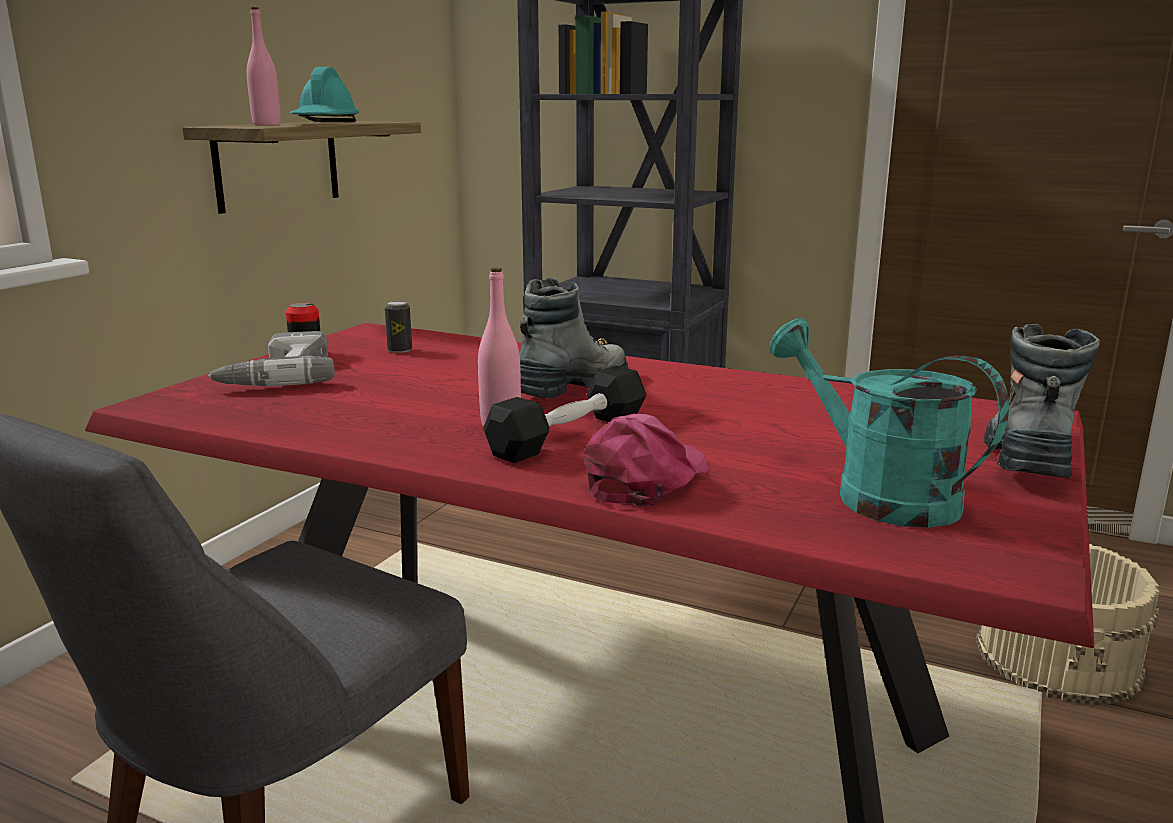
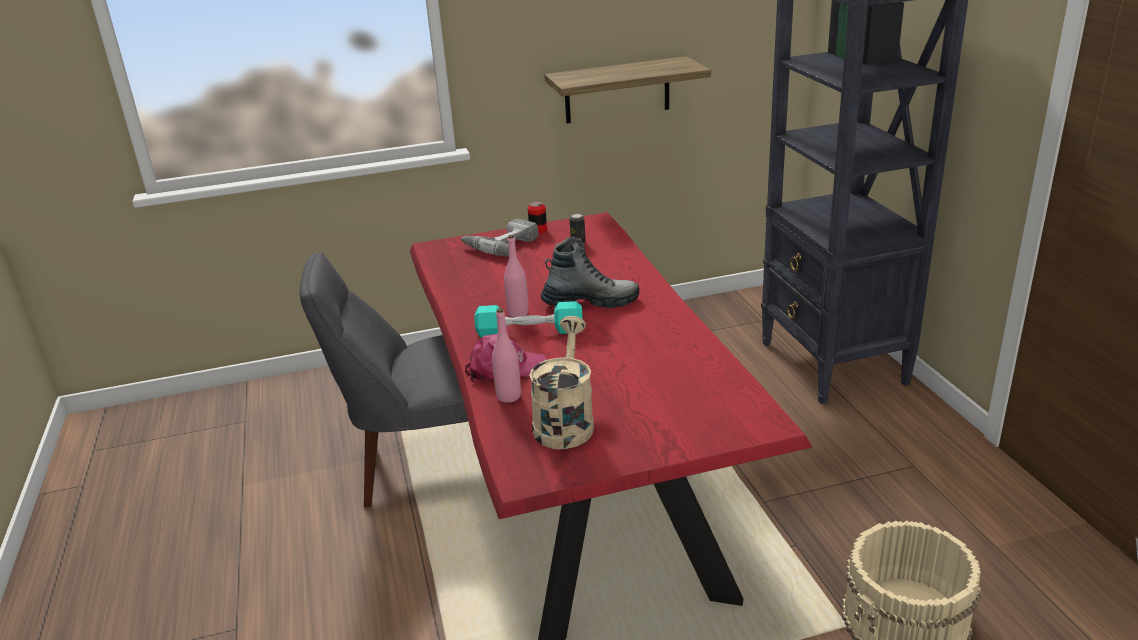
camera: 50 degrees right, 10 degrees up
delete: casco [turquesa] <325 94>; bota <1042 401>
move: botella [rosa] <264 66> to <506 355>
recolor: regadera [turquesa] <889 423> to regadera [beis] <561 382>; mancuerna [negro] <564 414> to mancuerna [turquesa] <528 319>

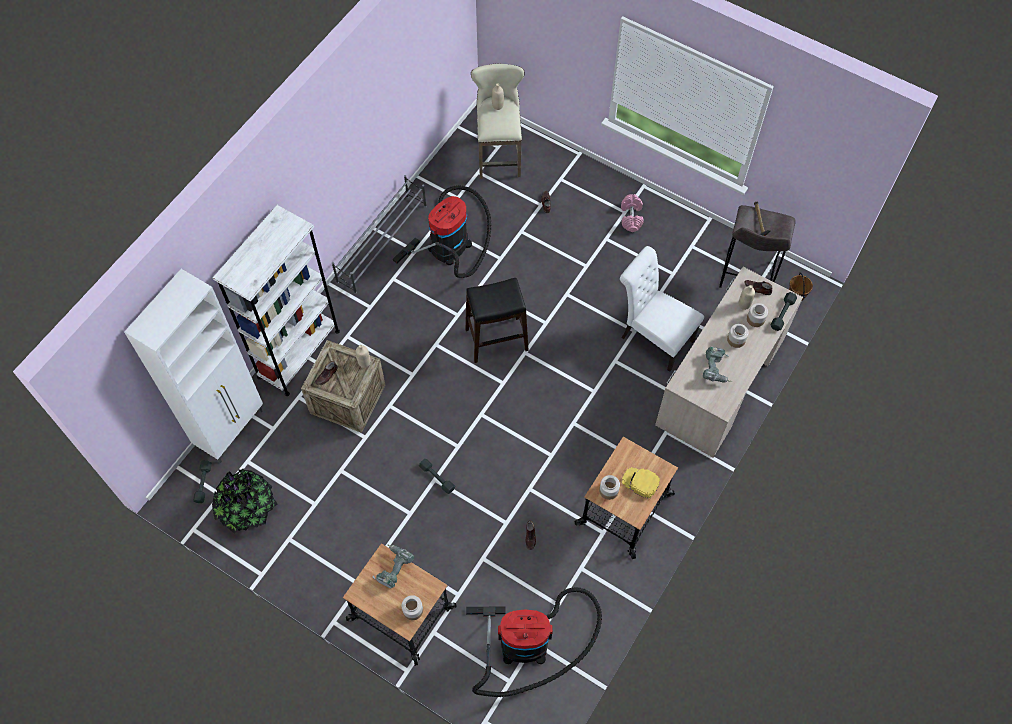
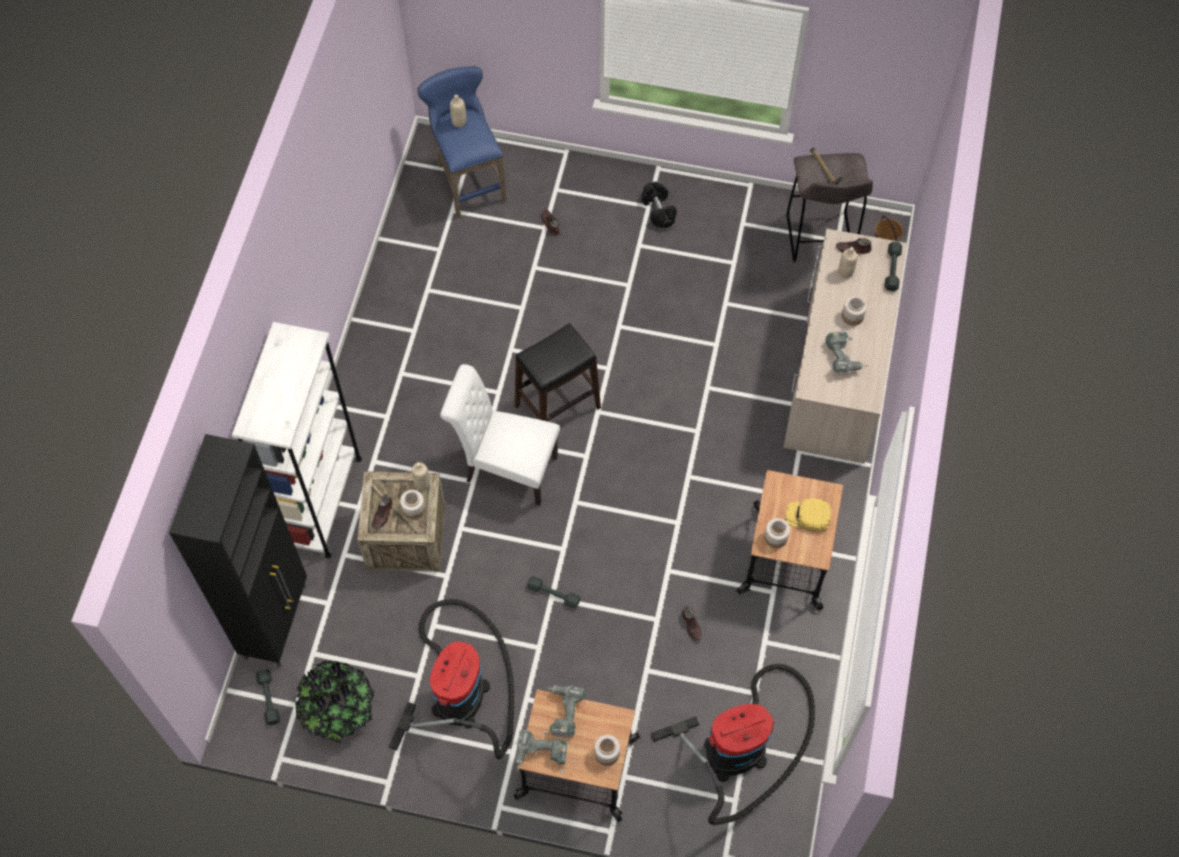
camera: 20 degrees left, 0 degrees up
delete: zapatero [gris] <379 234>
insert: taladro <541 752>
move: aspiradora <442 231> to <451 679>; silla [blanco] <662 309> to <500 435>; tarro <757 315> to <412 505>
recolor: taburete [beis] <497 121> to taburete [azul] <462 142>; mancuerna [rosa] <632 213> to mancuerna [negro] <659 204>; armario [blanco] <193 366> to armario [negro] <238 550>

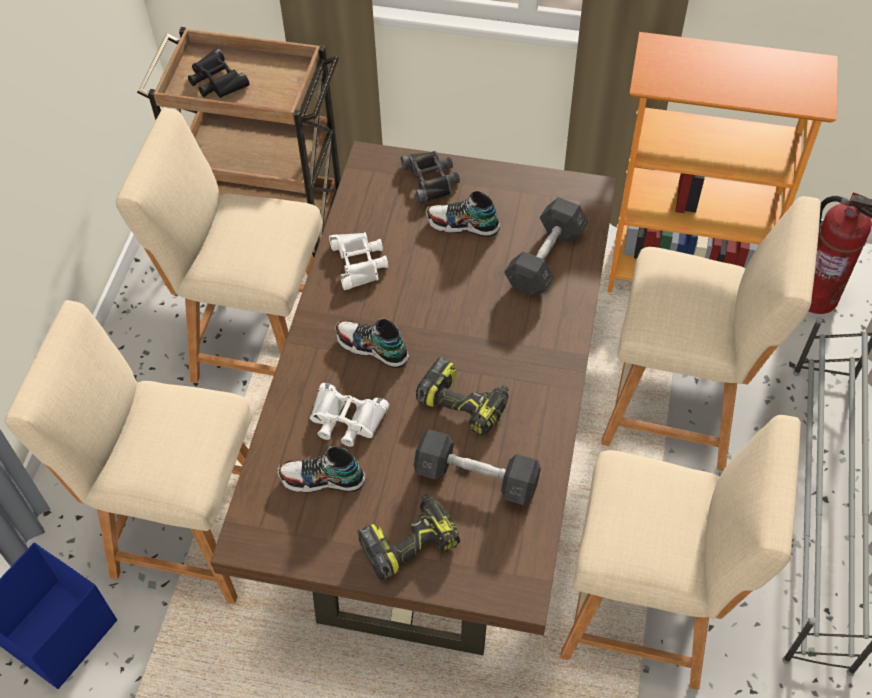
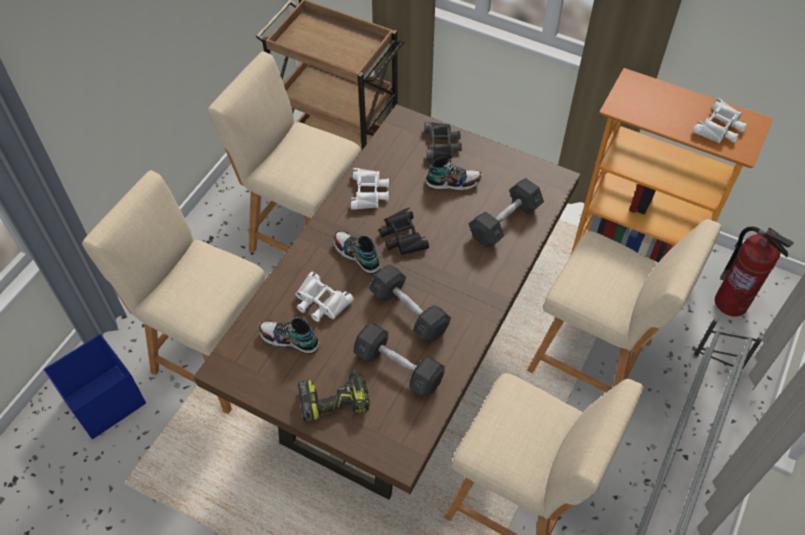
camera: 15 degrees right, 0 degrees up
insert: prismáticos [blanco] <720 121>
move: prismáticos [negro] <218 73> to <404 231>
replace: taladro <462 396> to mancuerna [gris] <410 303>
rotate: zapato <463 214> = <453 173> 150 degrees clockwise

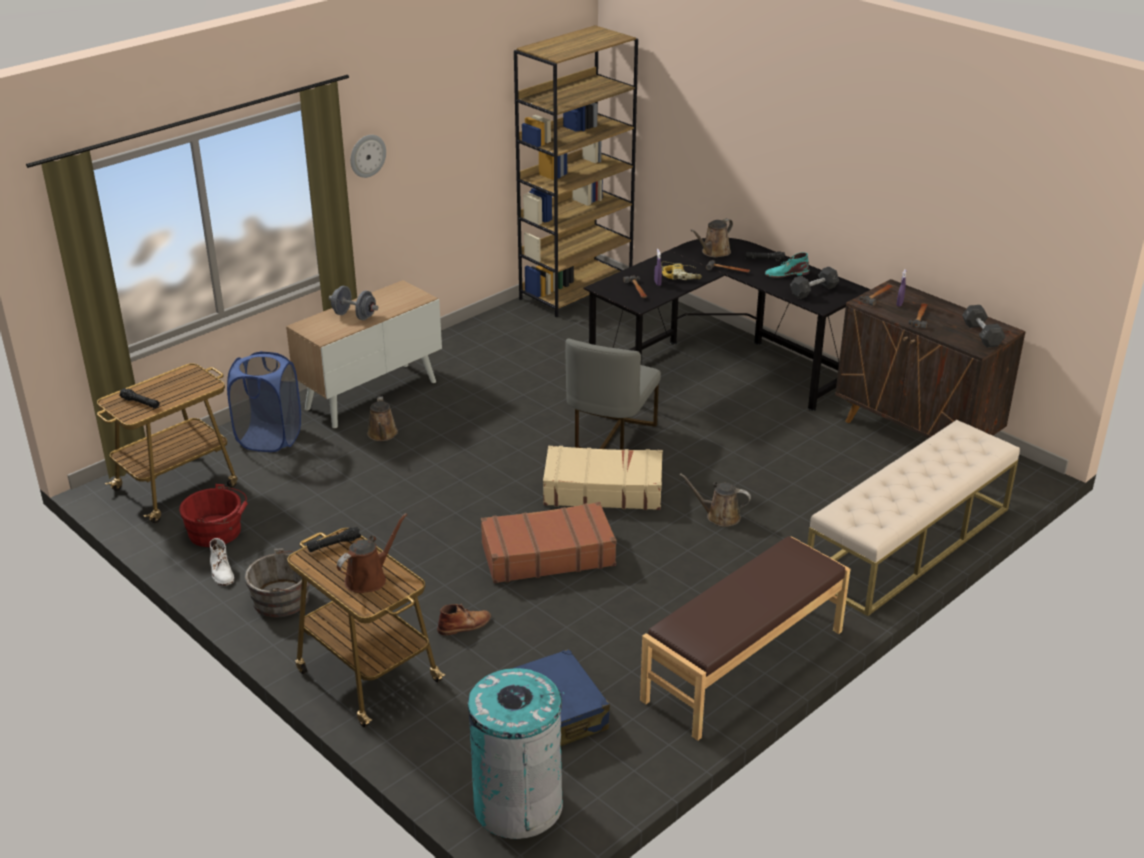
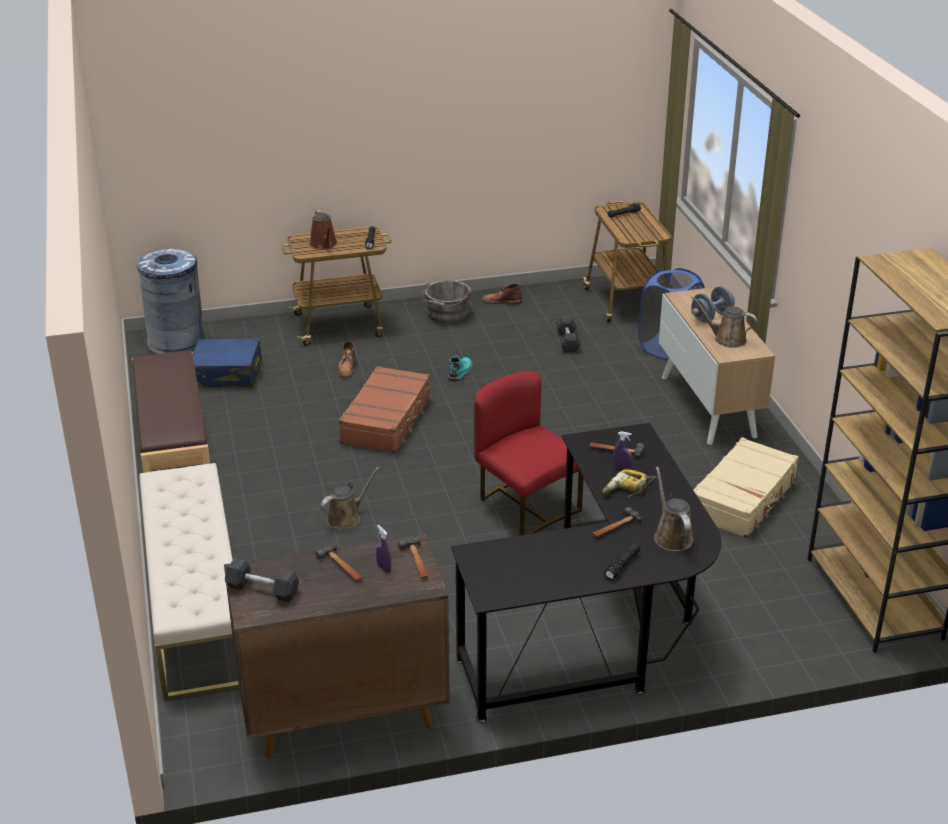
camera: 120 degrees right, 0 degrees up
delete: reloj de pared <368 156>; cubo [rojo] <213 515>
move: bota [turquesa] <787 265> to <460 368>; mancuerna [gris] <814 283> to <568 334>; regadera [marrón] <382 418> to <724 322>; maleta [beis] <603 478> to <746 487>
recolor: silla [gris] <613 394> to silla [rojo] <529 453>; bota [blanco] <222 562> to bota [marrón] <502 294>; papelera [turquesa] <516 753> to papelera [gris] <170 301>

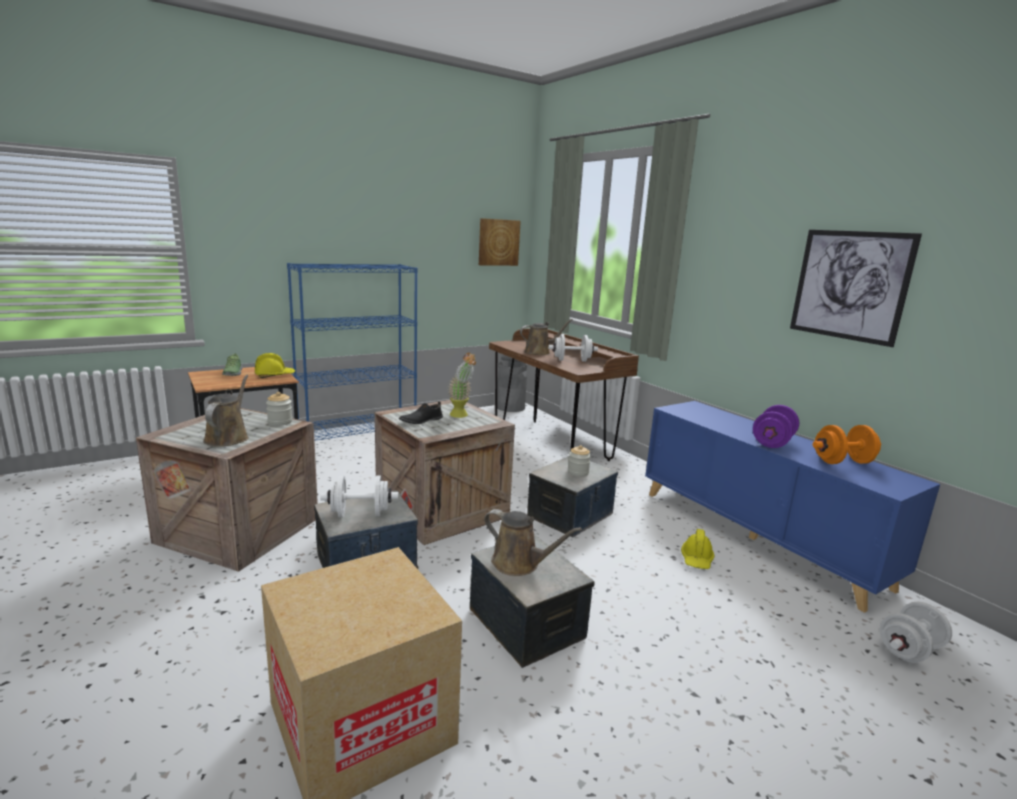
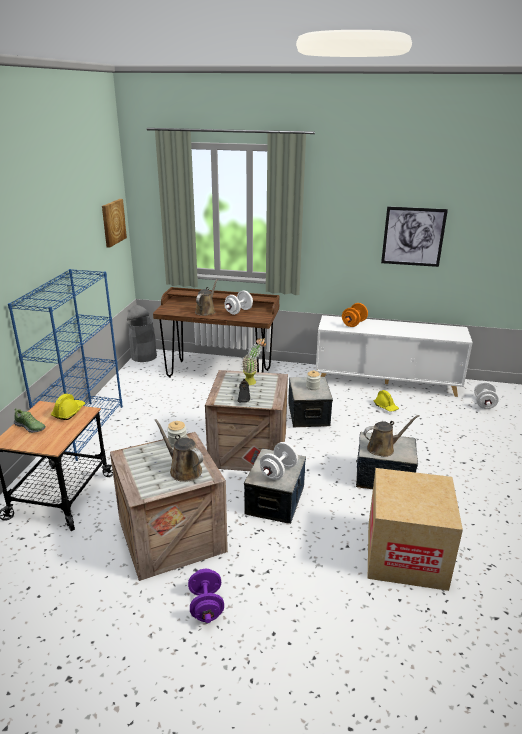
camera: 45 degrees left, 10 degrees up
move: mancuerna [morado] <776 426> to <206 596>; mancuerna [naranja] <847 444> to <355 315>
recolor: armario [azul] <792 507> to armario [blanco] <394 356>

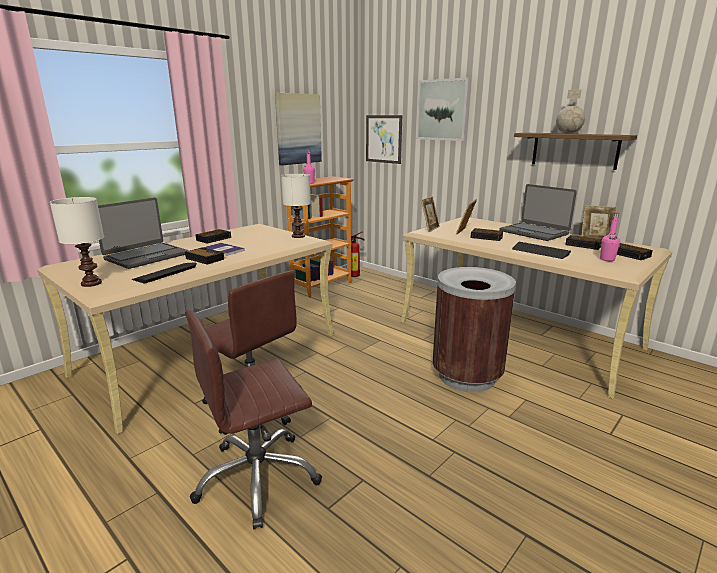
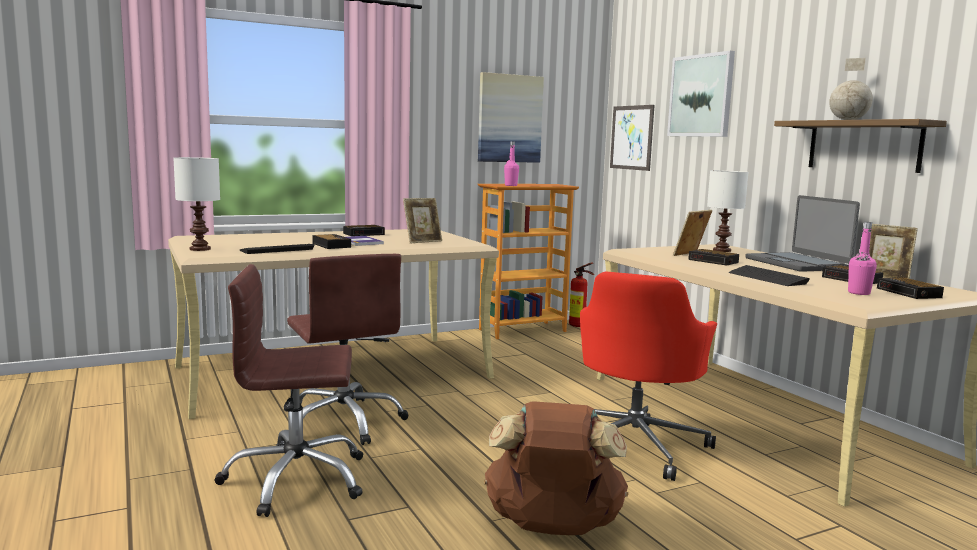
camera: 20 degrees right, 10 degrees down
delete: portátil <143 233>
insert: mochila [marrón] <556 468>
move: lámpara de mesa [blanco] <296 206> to <727 211>; portarretratos <430 214> to <422 221>
replace: papelera [marrón] <474 329> to silla de oficina [rojo] <648 376>

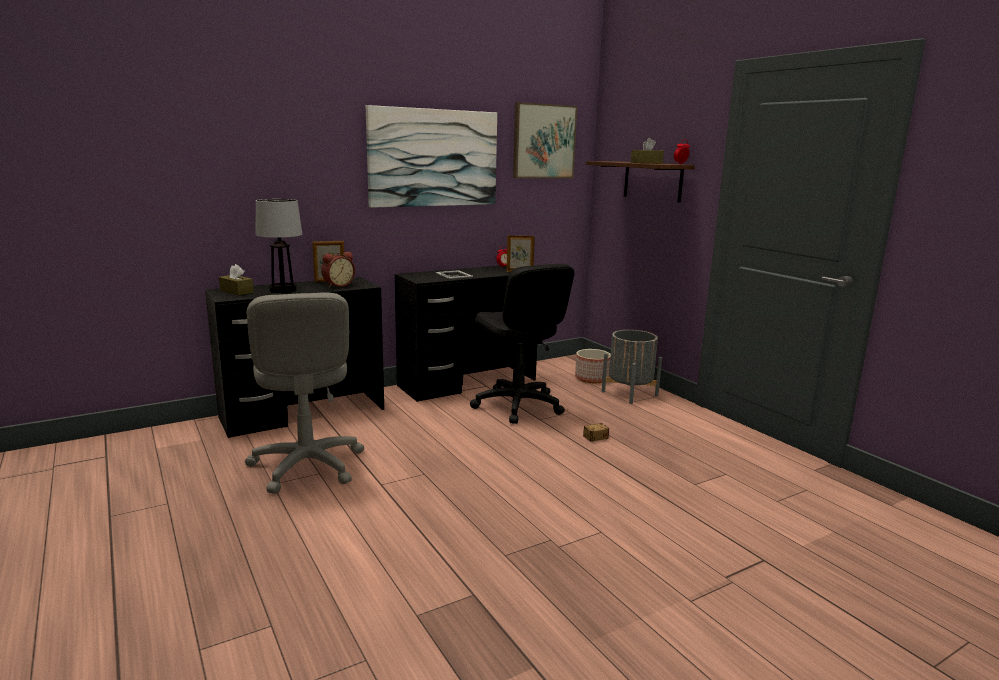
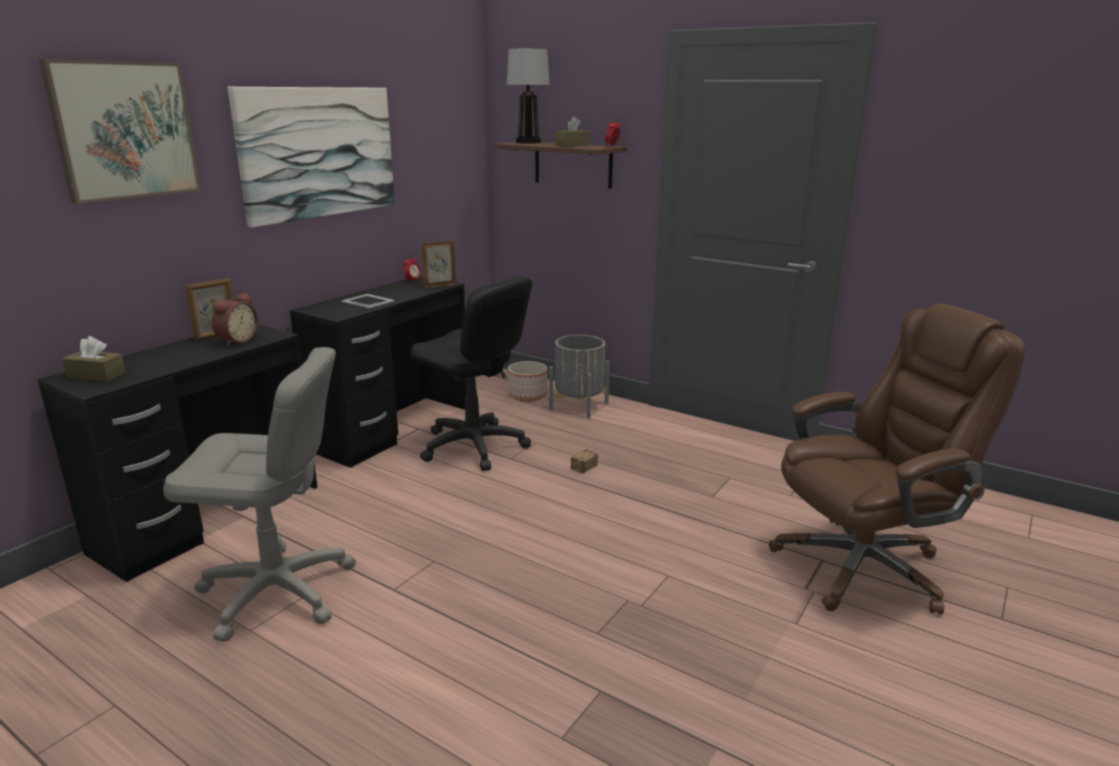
camera: 25 degrees left, 5 degrees up
insert: silla de oficina [marrón] <897 459>
move: cuadro <545 140> to <120 131>; lámpara de mesa <279 246> to <528 96>
rotate: silla de oficina [gris] <304 393> = <259 494> 45 degrees counterclockwise

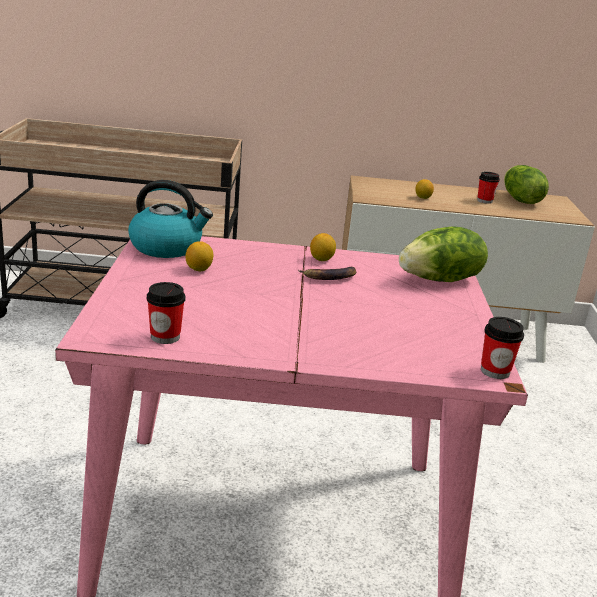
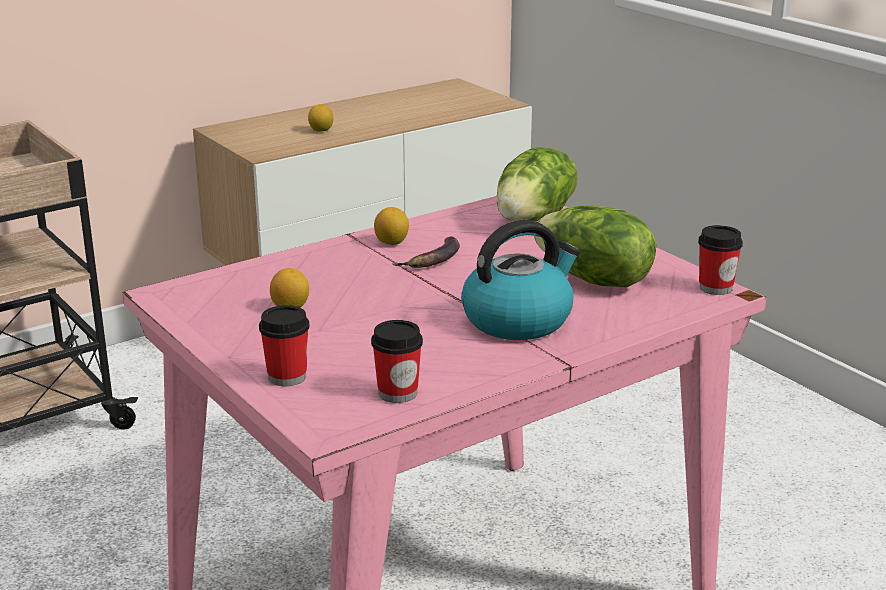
camera: 35 degrees left, 0 degrees up
move: lechuga <526 184> to <595 246>; taza <488 188> to <284 345>; hervidor <170 219> to <520 280>

